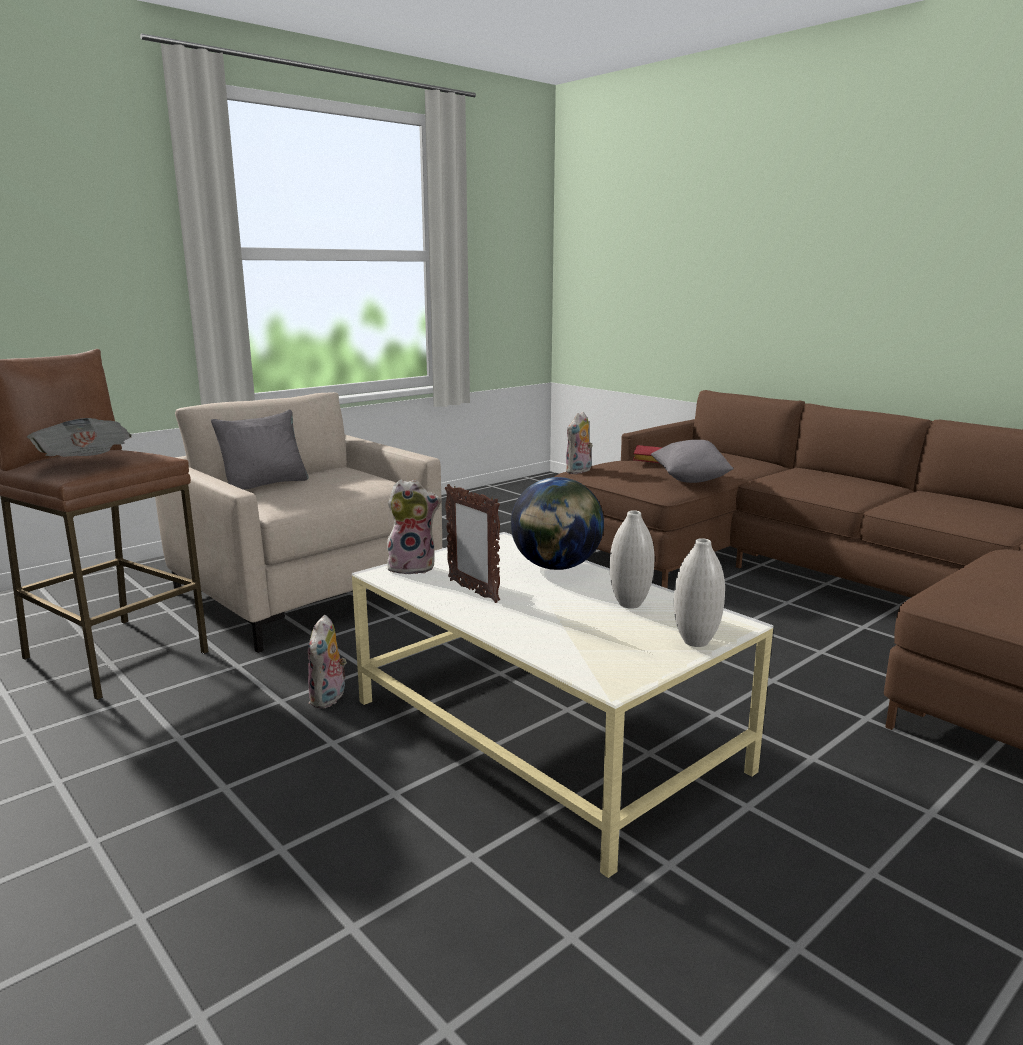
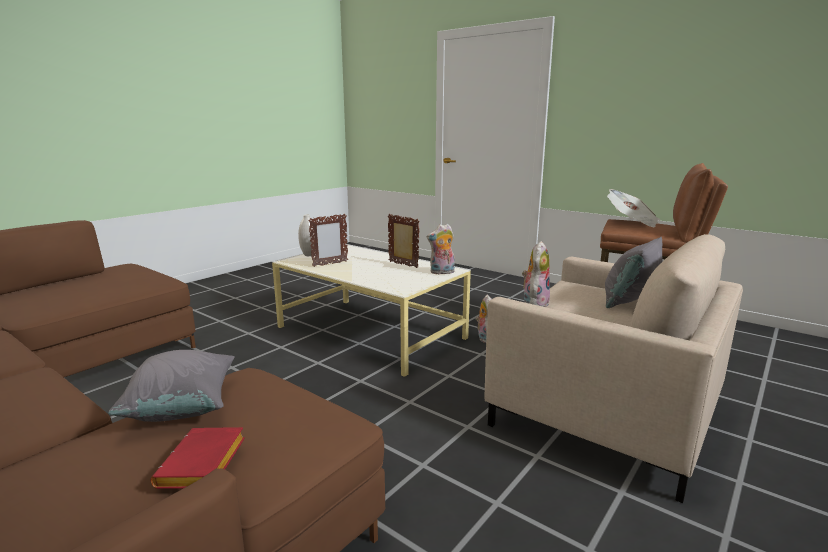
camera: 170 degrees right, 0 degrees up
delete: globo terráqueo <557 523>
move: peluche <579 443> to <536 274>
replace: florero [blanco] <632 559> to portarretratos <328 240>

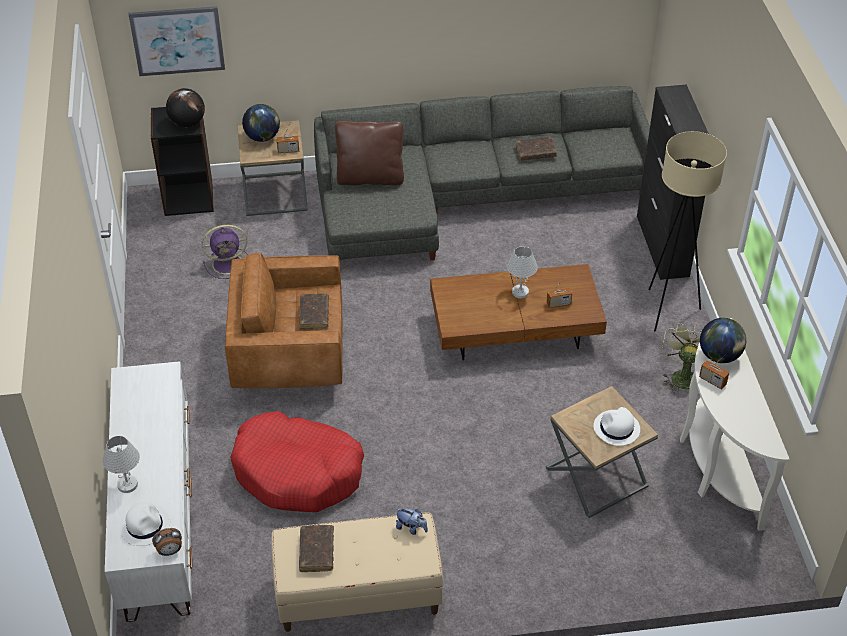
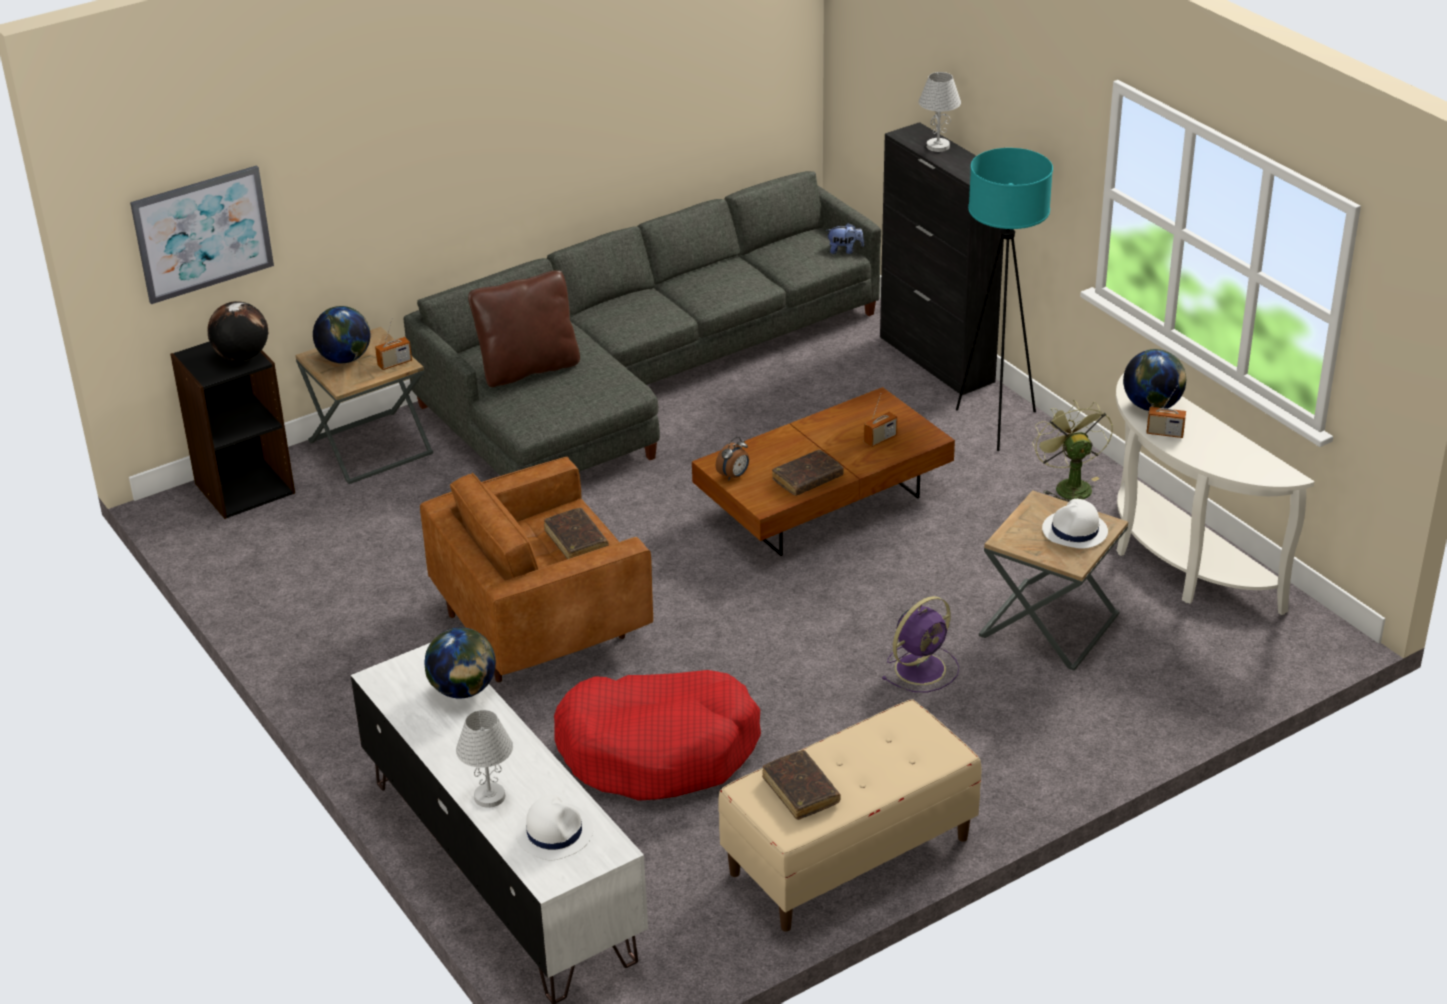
camera: 25 degrees left, 10 degrees down
insert: globo terráqueo <460 662>
move: libro [marrón] <536 149> to <808 473>; ventilador [morado] <225 252> to <920 644>; lámpara de mesa [blanco] <522 272> to <940 112>; peluche <412 521> to <845 238>; despertador <167 542> to <732 458>
recolor: lámpara de pie [beis] <687 231> to lámpara de pie [turquesa] <1004 299>

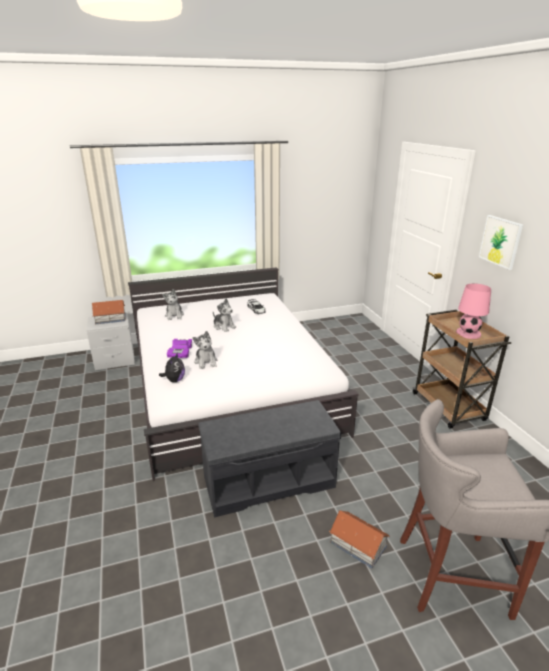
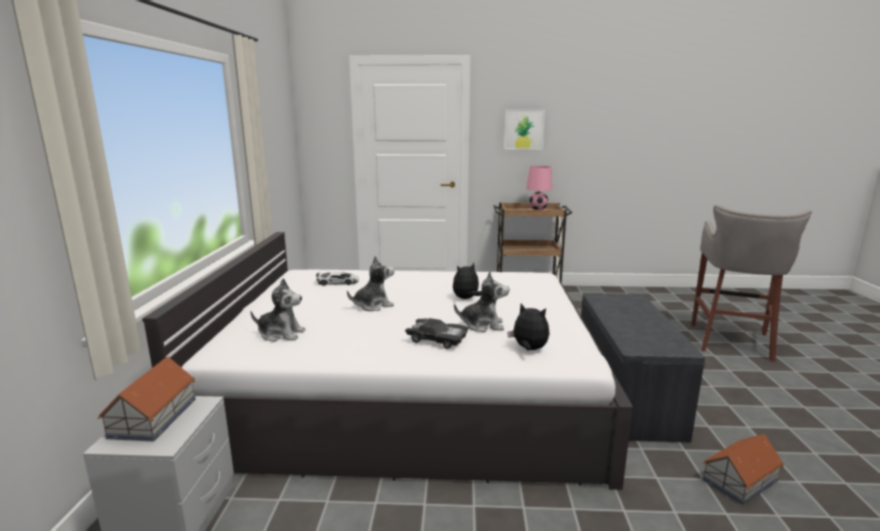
camera: 70 degrees left, 10 degrees down
insert: peluche <467 281>
move: casita <359 539> to <743 469>
recolor: coche de juguete [morado] <179 348> to coche de juguete [negro] <437 333>

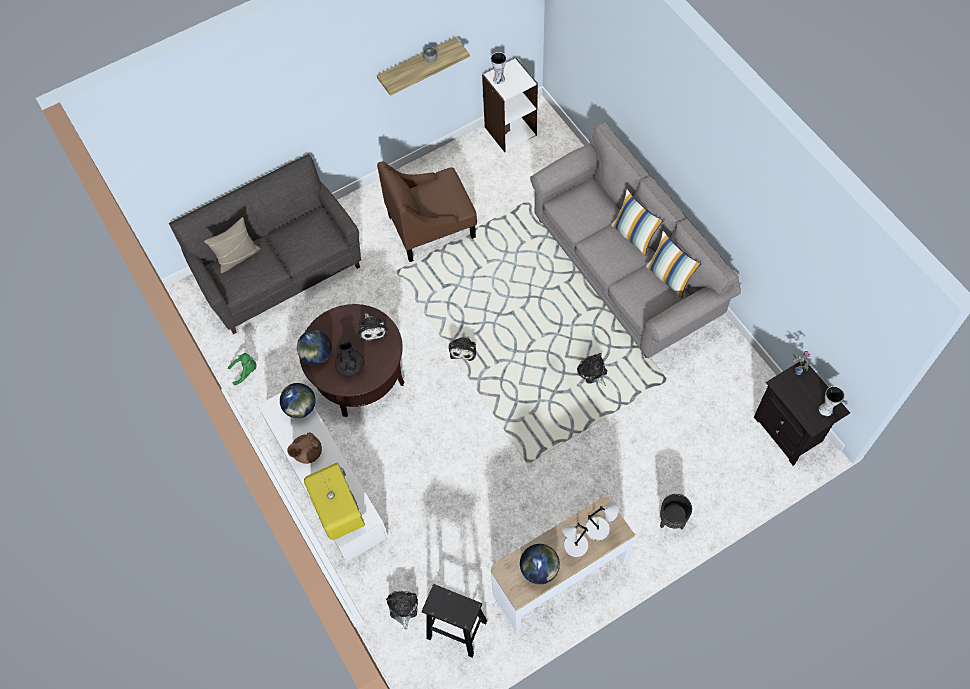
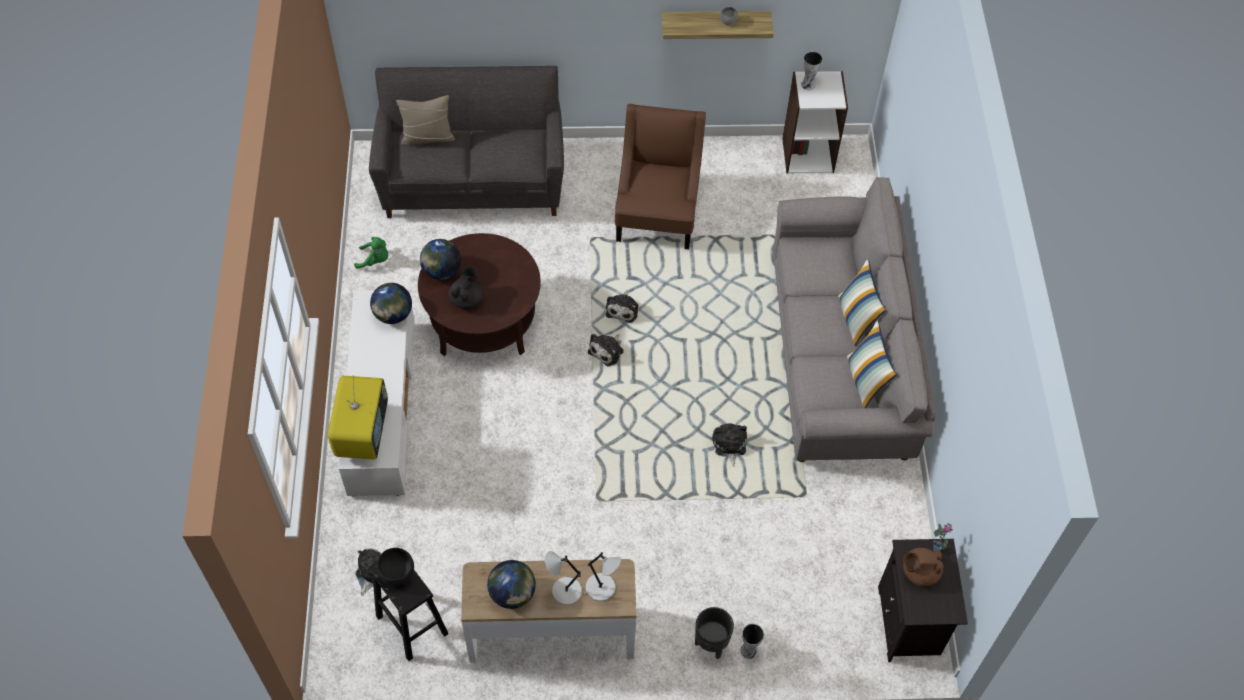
camera: 25 degrees right, 5 degrees down
insert: cuenco [negro] <394 567>
move: peluche <372 328> to <622 307>; florero <831 401> to <752 641>; tetera [marrón] <304 448> to <923 567>
rotate: sillón [marrón] <427 211> = <660 177> 90 degrees clockwise

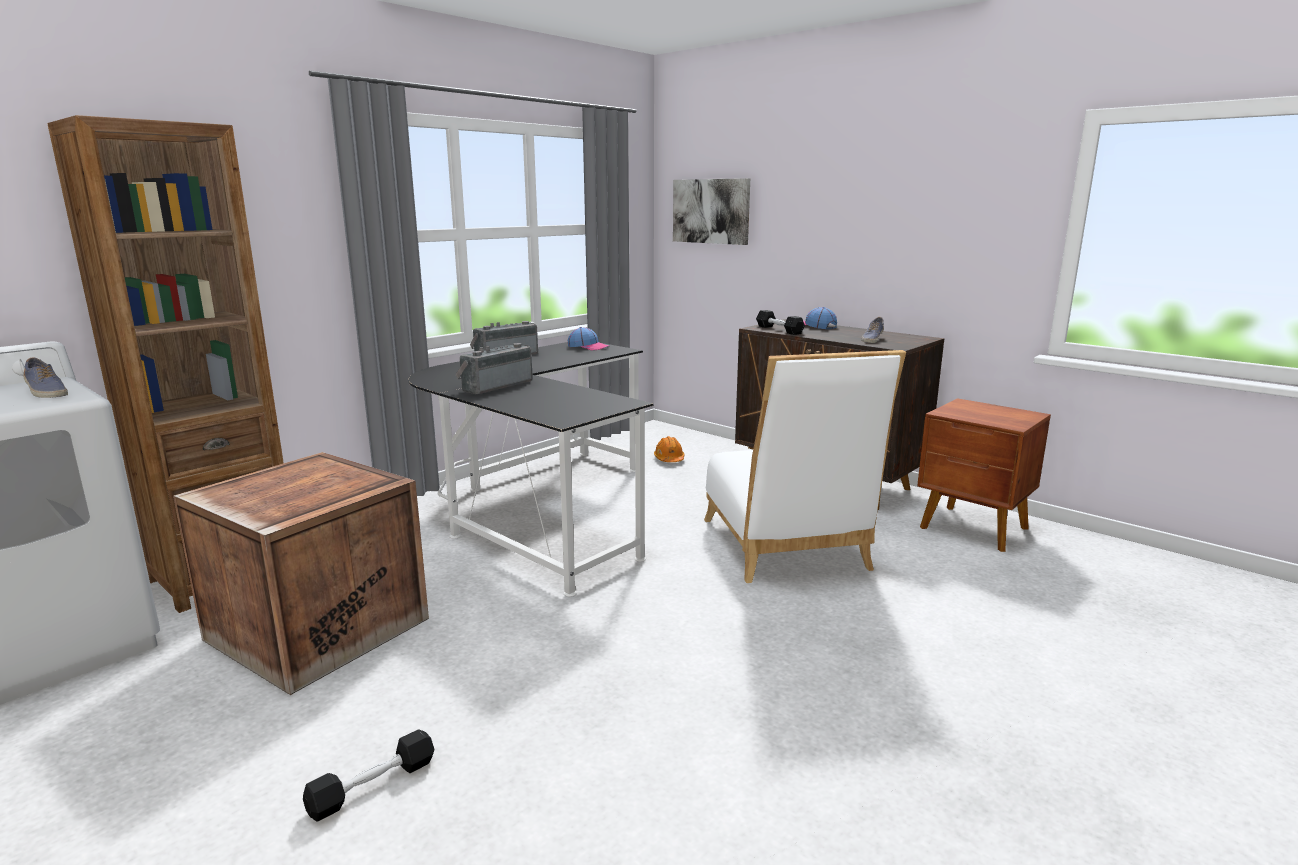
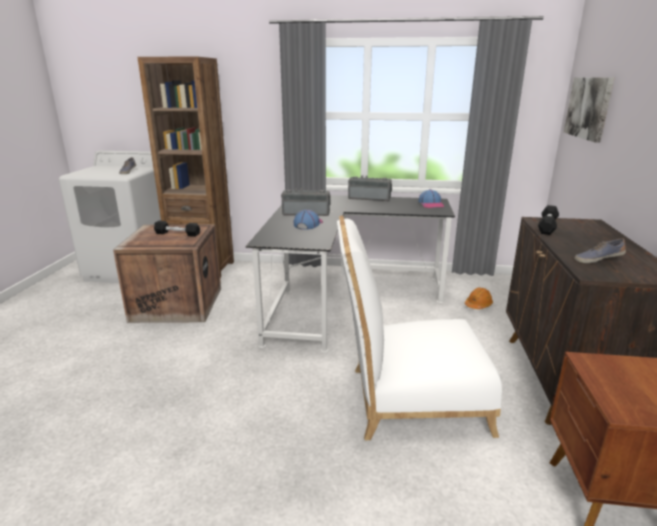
camera: 55 degrees right, 5 degrees up
move: gorra <820 318> to <308 220>; mancuerna [negro] <369 775> to <177 229>
rotate: silla [blanco] <805 466> = <419 327> 45 degrees clockwise

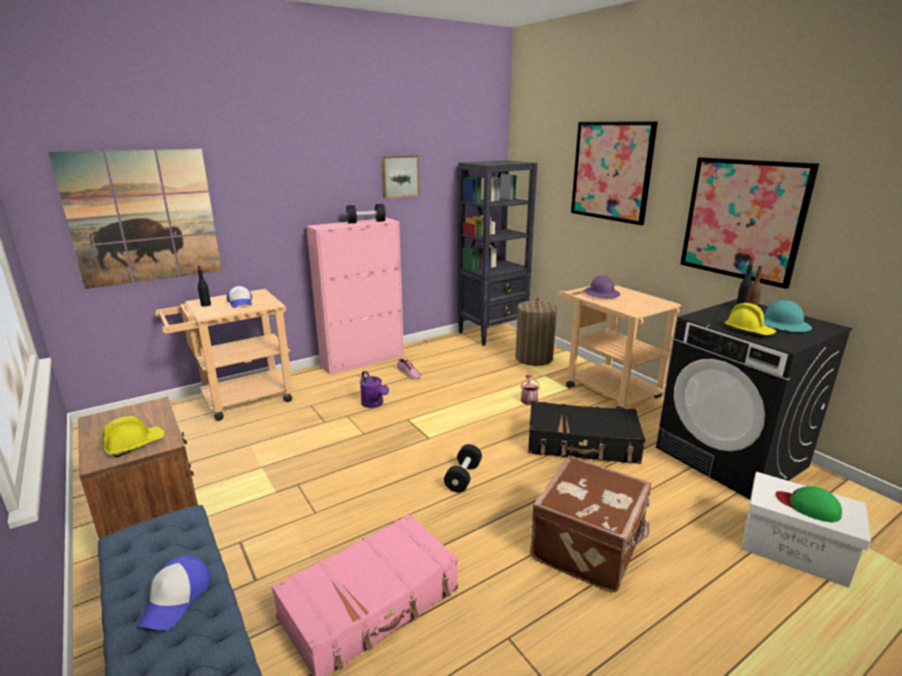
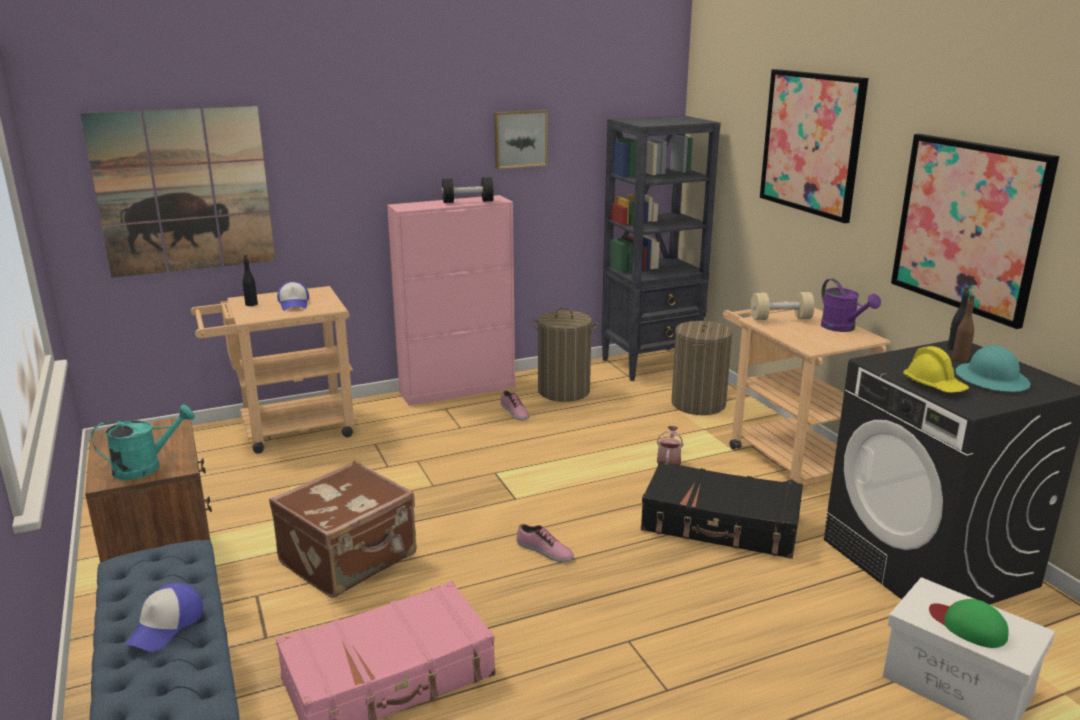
camera: 10 degrees right, 0 degrees up
insert: cesto de la ropa <565 354>
move: regadera [morado] <374 389> to <851 305>; maleta [marrón] <590 524> to <343 529>
replace: casco [morado] <601 286> to mancuerna [beis] <783 306>; casco [amarillo] <133 436> to regadera [turquesa] <143 442>; mancuerna [negro] <463 468> to zapato <545 543>

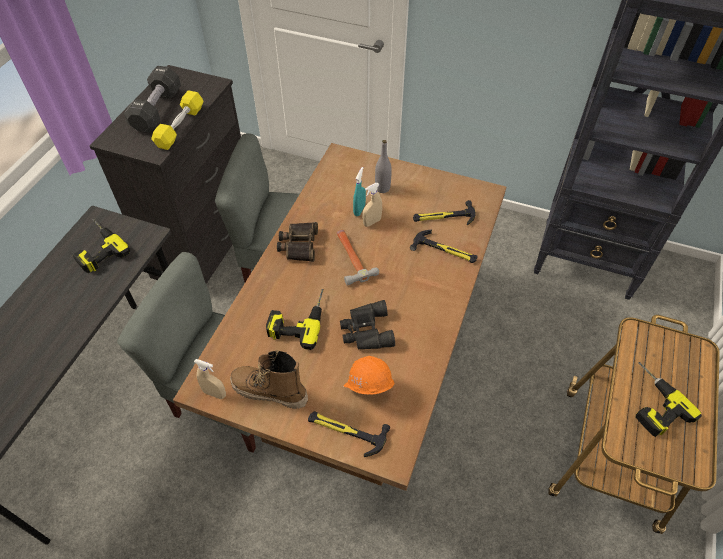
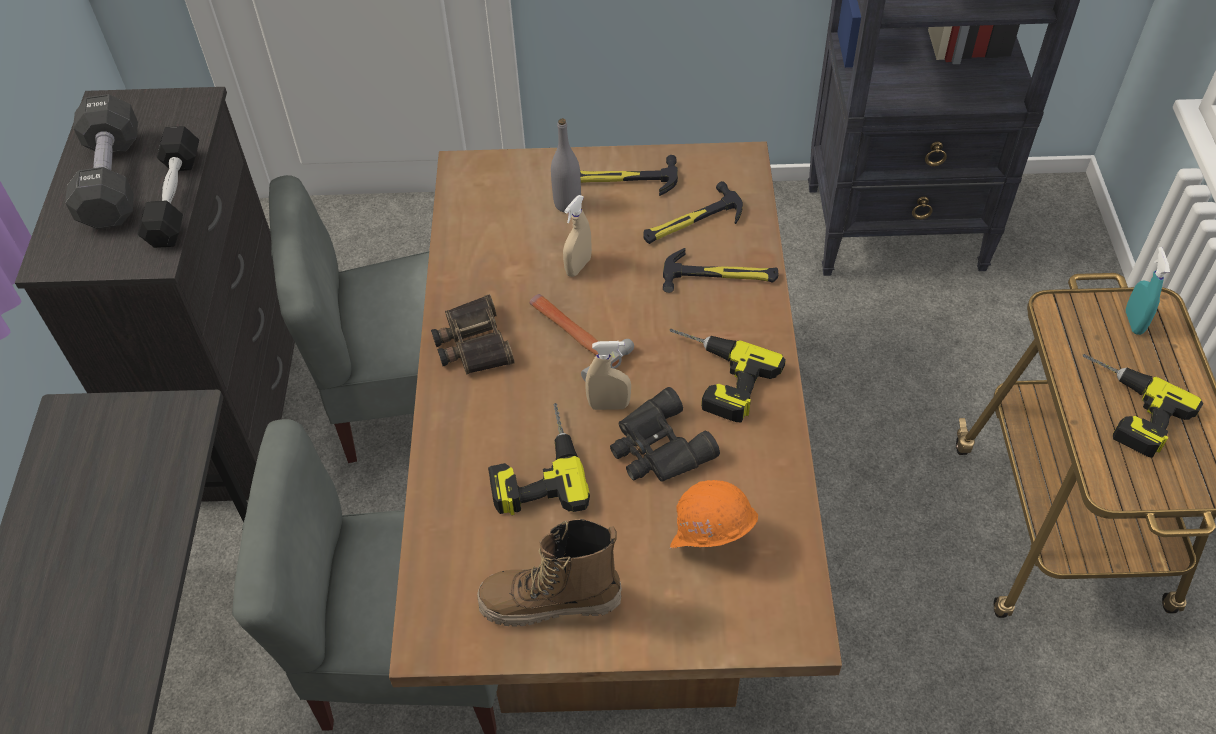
camera: 20 degrees left, 0 degrees up
move: pulverizador [turquesa] <359 191> to <1148 291>; taladro <101 246> to <728 375>; pulverizador [beis] <210 379> to <608 375>; martillo <349 434> to <629 175>
recolor: mancuerna [amarillo] <177 120> to mancuerna [negro] <168 187>

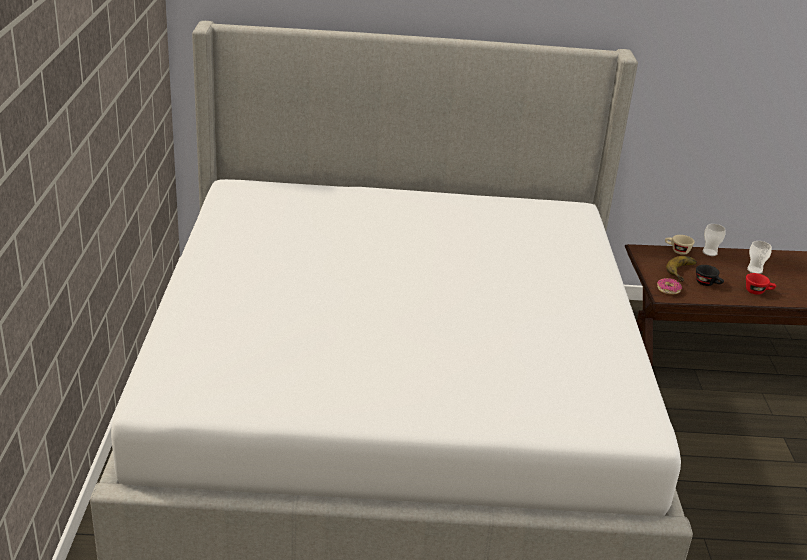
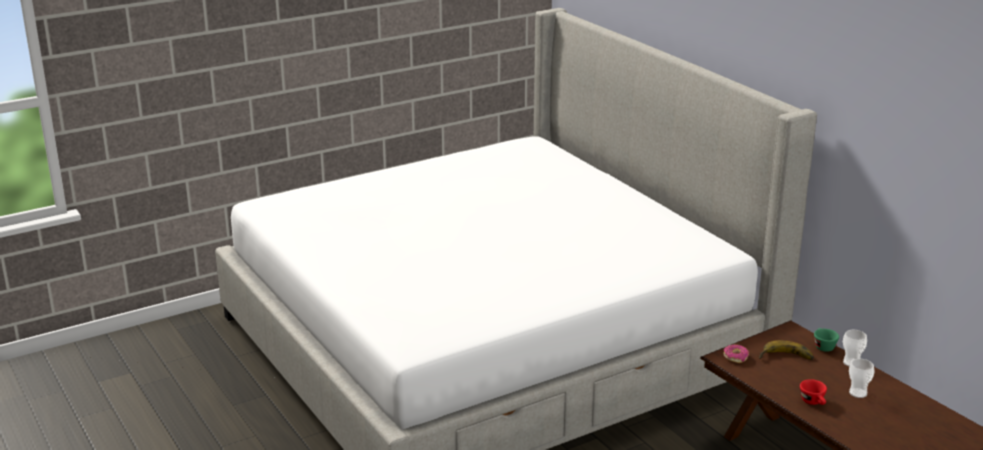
camera: 60 degrees right, 5 degrees down
delete: taza [negro] <710 275>
recolor: taza [beis] <680 245> to taza [verde] <826 340>

